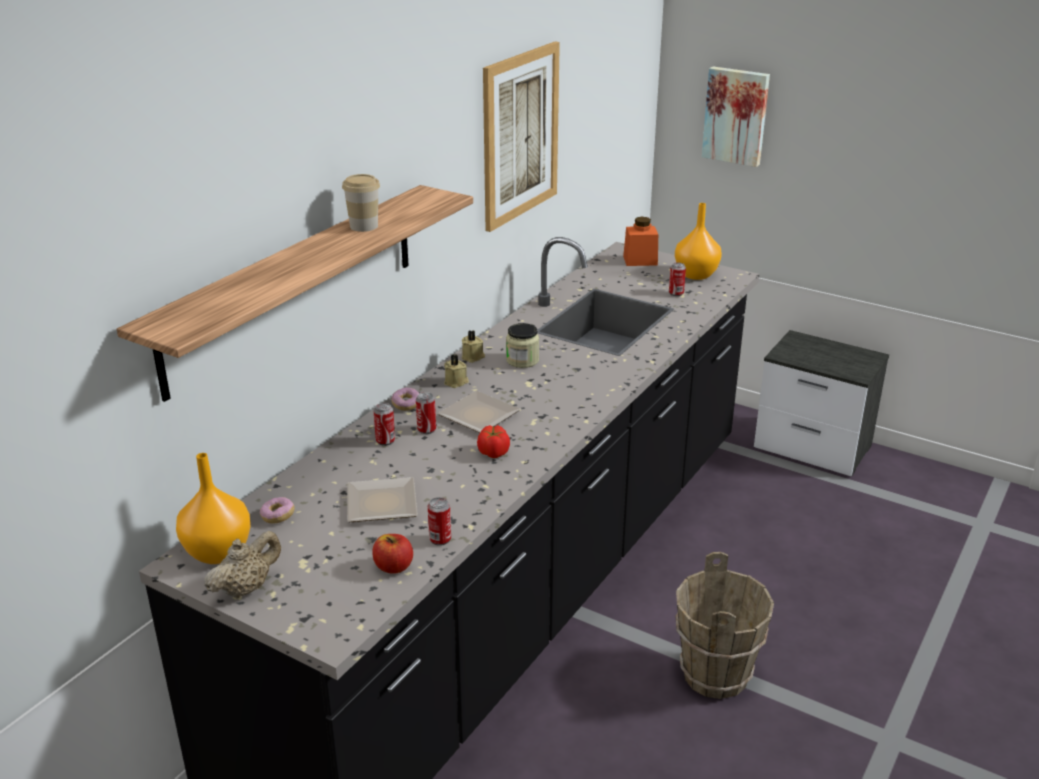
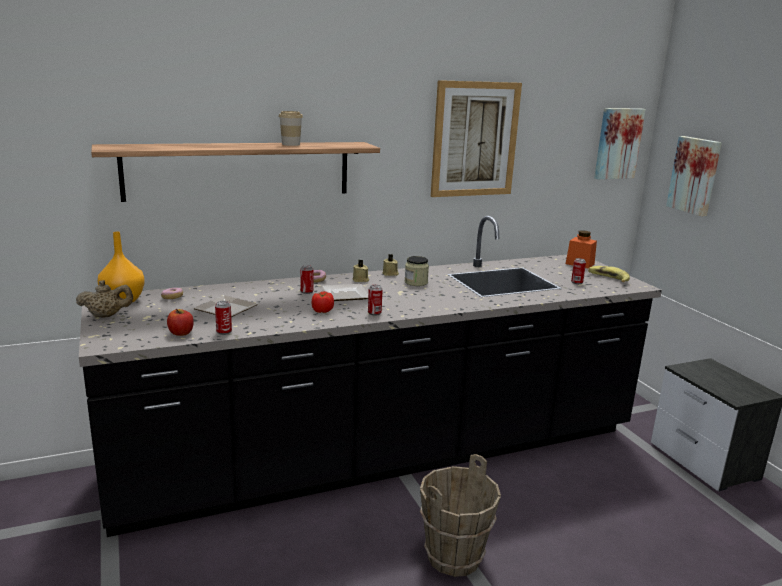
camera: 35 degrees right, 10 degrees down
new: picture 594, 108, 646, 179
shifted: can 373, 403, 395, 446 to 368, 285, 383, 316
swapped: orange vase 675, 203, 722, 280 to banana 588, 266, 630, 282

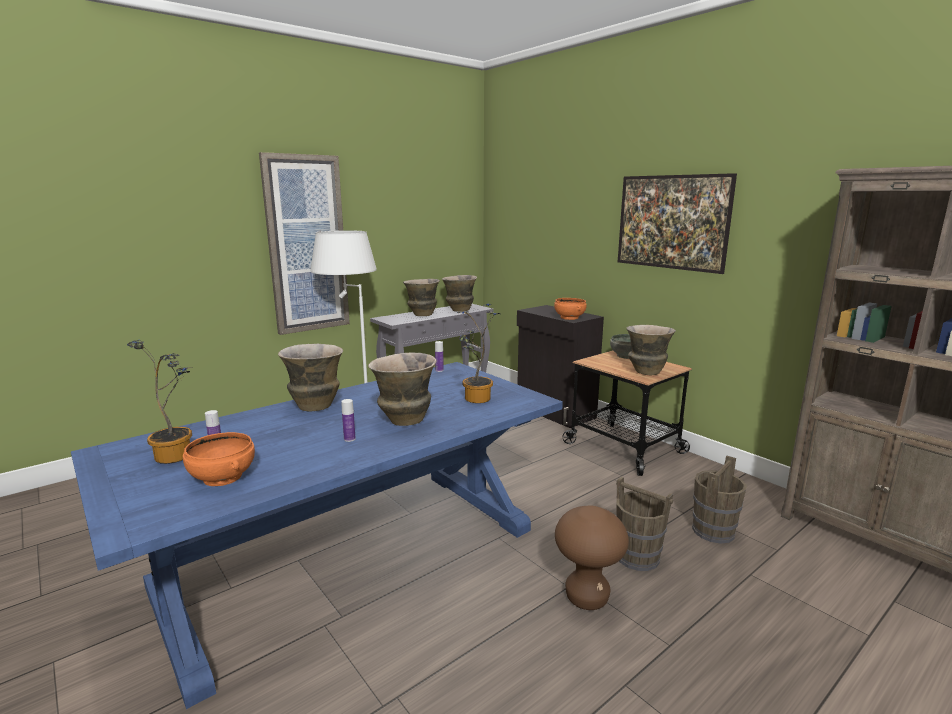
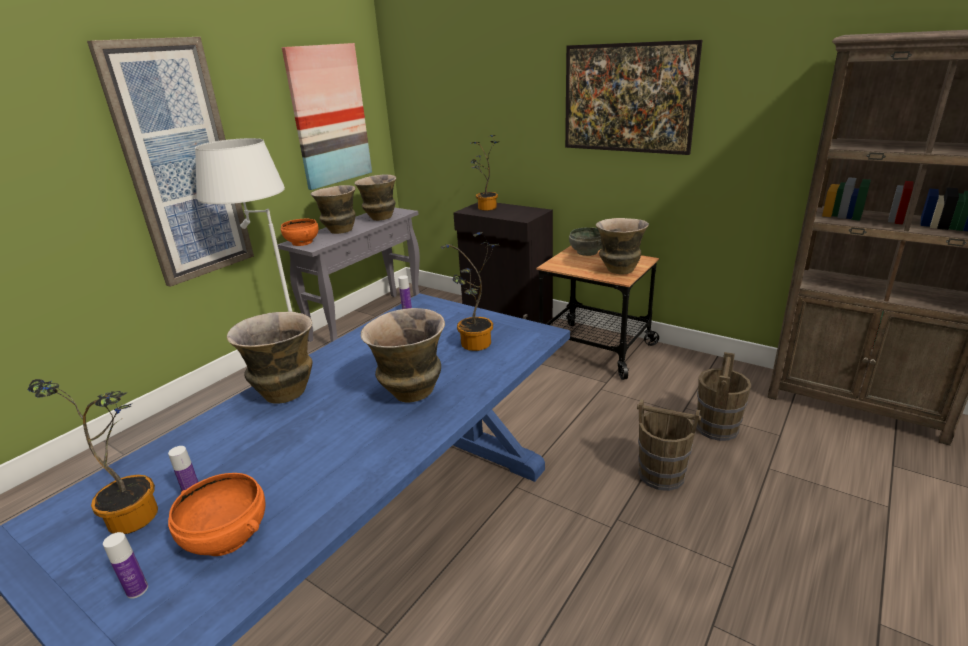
camera: 15 degrees left, 10 degrees up
gone: brown stool 555, 506, 629, 610
new: picture 282, 43, 372, 190; potted plant 470, 135, 498, 211
shifted: orange bowl 554, 298, 587, 320 to 281, 219, 319, 246; bottle 341, 399, 356, 442 to 103, 532, 148, 599

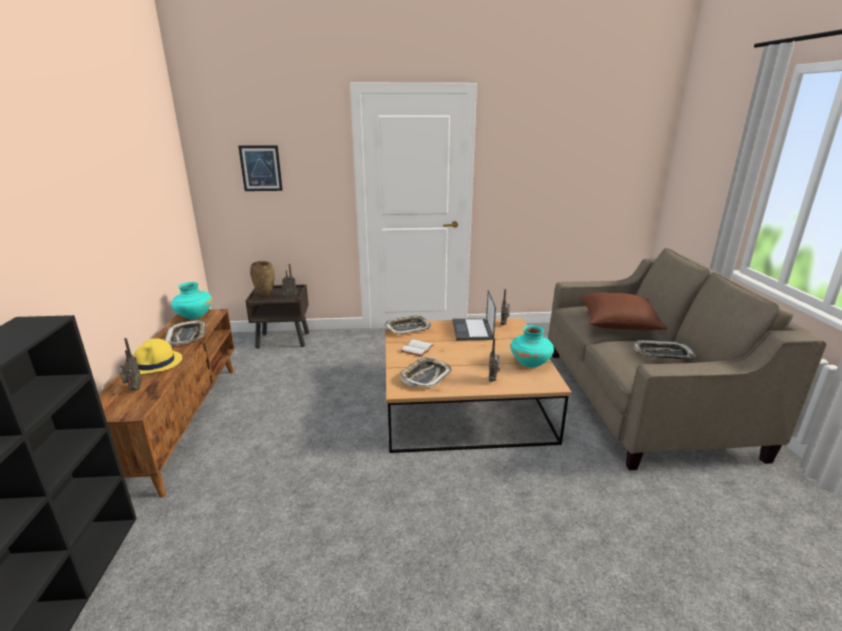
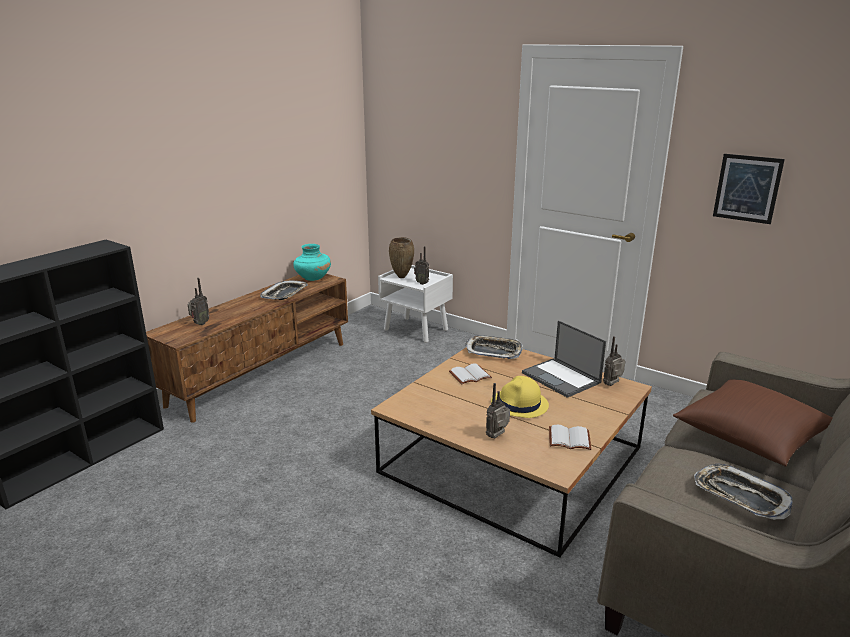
camera: 40 degrees right, 0 degrees up
gone: tray 400, 357, 452, 388
shifted: picture 238, 145, 283, 191 to 713, 154, 785, 224; yellow hat 134, 338, 182, 374 to 491, 376, 549, 418
swapped: turquoise vase 511, 325, 554, 367 to white book 549, 425, 591, 450
repainted: brown nightstand 246, 284, 309, 349 to white nightstand 378, 265, 453, 343
rotated: laptop 452, 290, 496, 340 = 522, 320, 606, 398 75 degrees counterclockwise

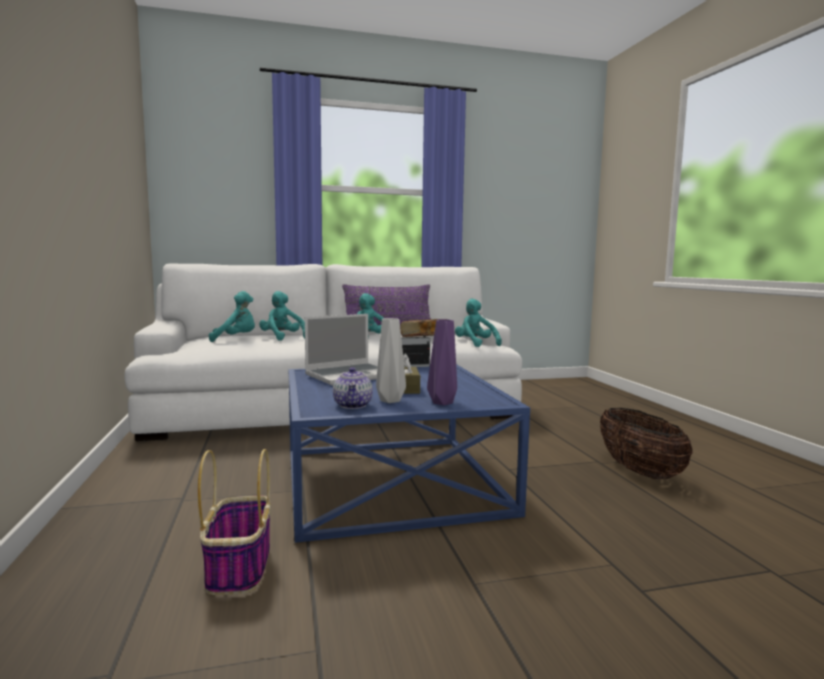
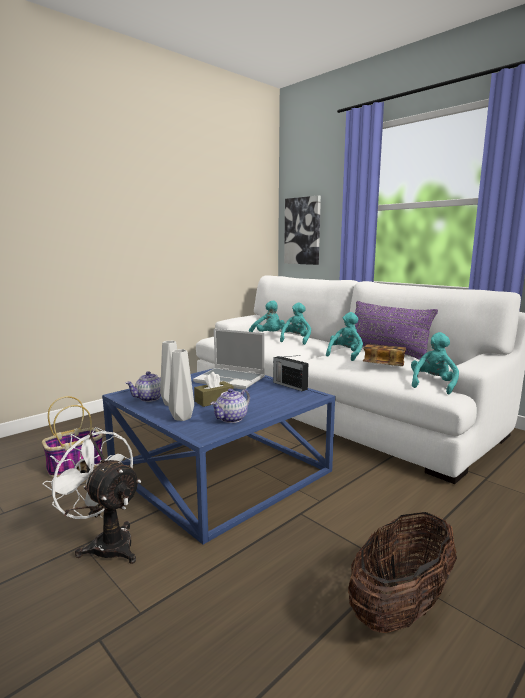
camera: 60 degrees right, 5 degrees up
new: picture 284, 195, 321, 265; teapot 211, 388, 250, 423; white fan 43, 427, 141, 564
repainted: purple vase 427, 319, 457, 405 to grey vase 169, 349, 194, 421

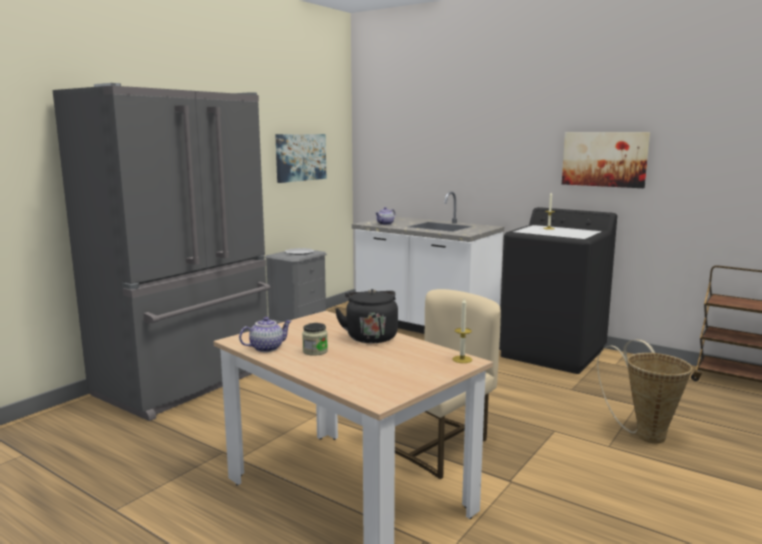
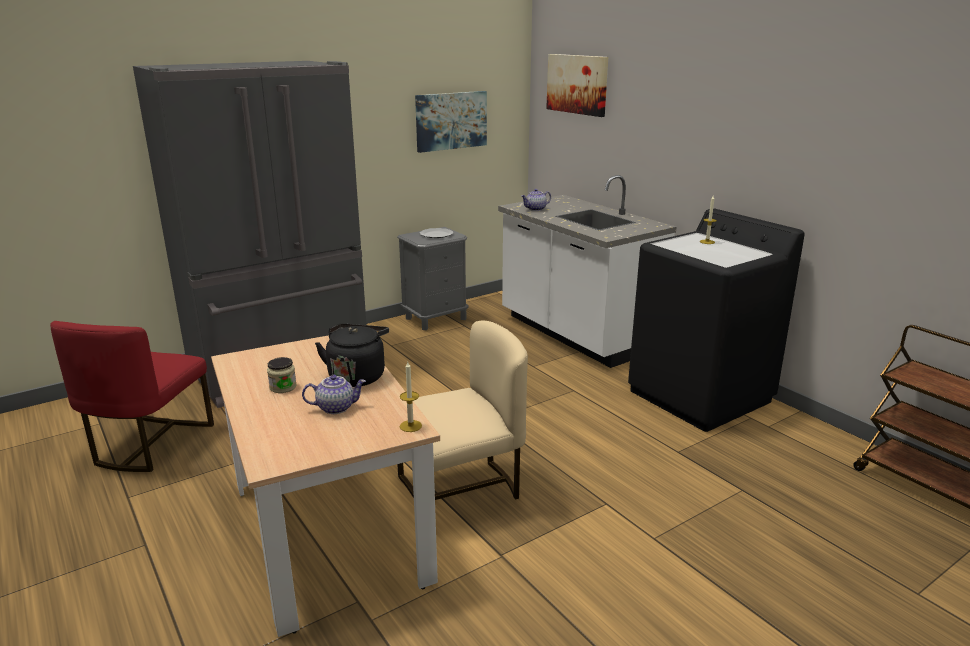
camera: 20 degrees right, 10 degrees up
gone: basket 597, 339, 692, 444
new: red chair 50, 321, 214, 472
shifted: picture 562, 132, 650, 188 to 546, 54, 608, 117; teapot 239, 317, 292, 352 to 302, 375, 366, 414

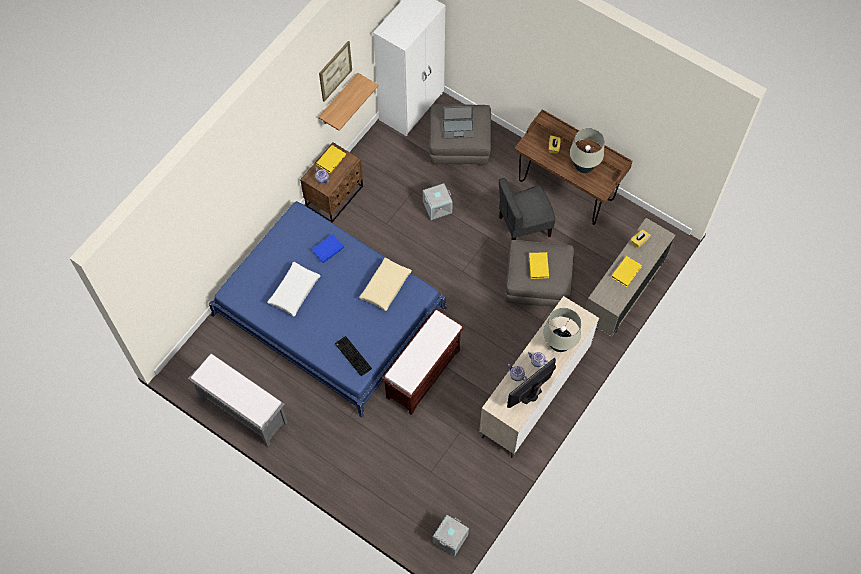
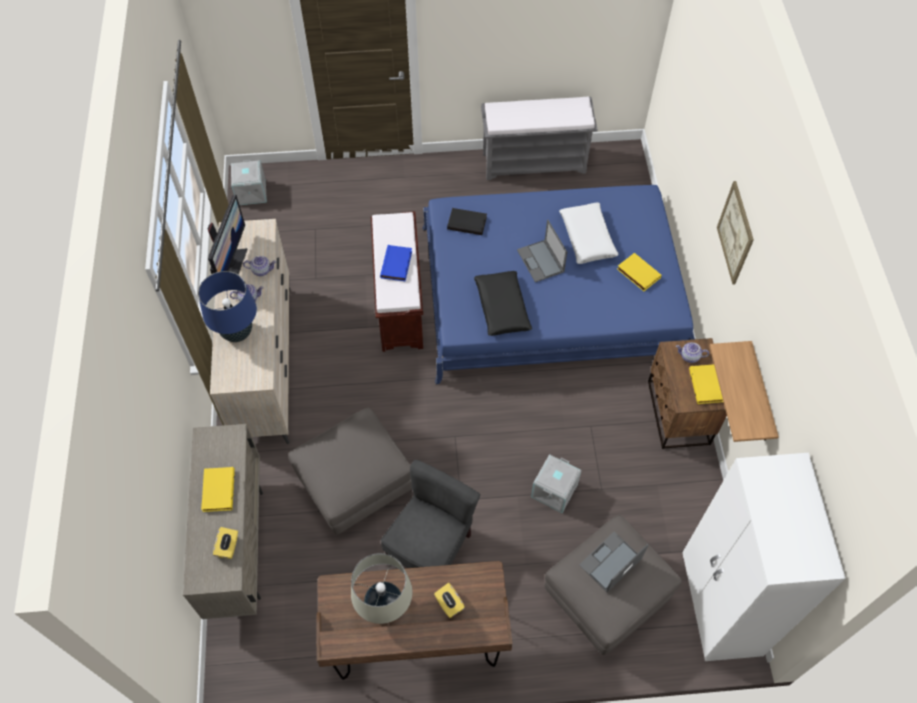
camera: 140 degrees right, 5 degrees down
new: laptop 517, 220, 567, 282
shifted: picture 319, 41, 352, 102 to 717, 181, 754, 285; blue book 312, 234, 344, 263 to 380, 245, 412, 281; yellow book 529, 252, 549, 279 to 617, 253, 662, 291
swapped: keyboard 335, 336, 372, 376 to black book 447, 208, 487, 235
repainted: beige pillow 359, 258, 412, 311 to black pillow 474, 271, 532, 336; beige table lamp 544, 308, 581, 352 to blue table lamp 198, 271, 257, 342

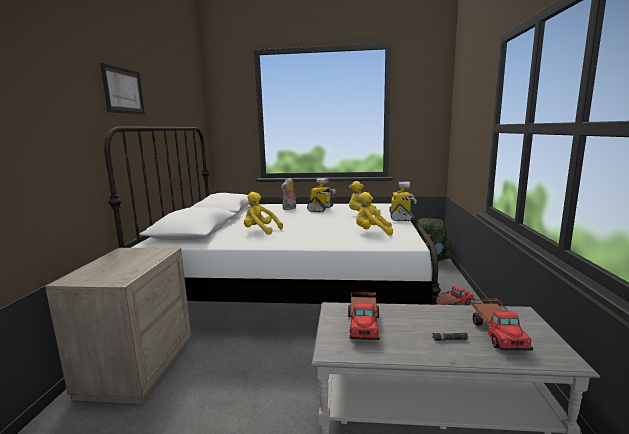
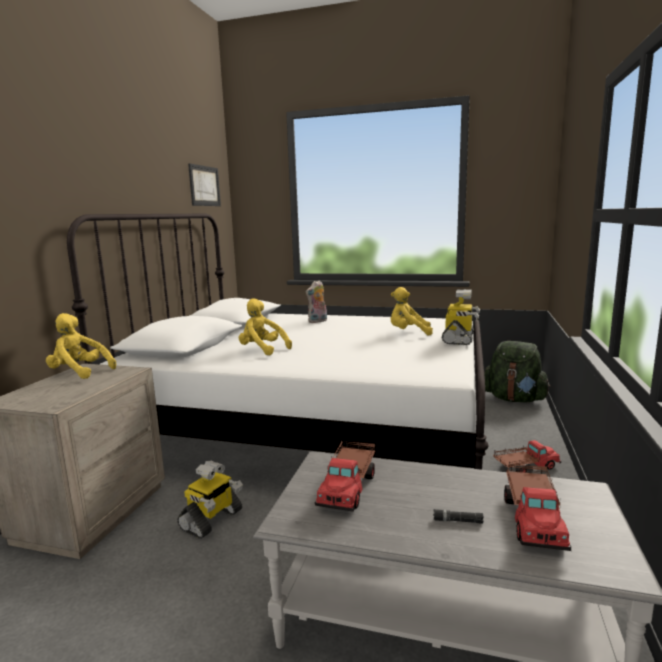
camera: 10 degrees right, 0 degrees up
shifted: picture 100, 63, 145, 115 to 188, 163, 221, 206; toy robot 307, 178, 336, 212 to 177, 460, 243, 539; yellow plush toy 356, 192, 393, 235 to 46, 313, 116, 379

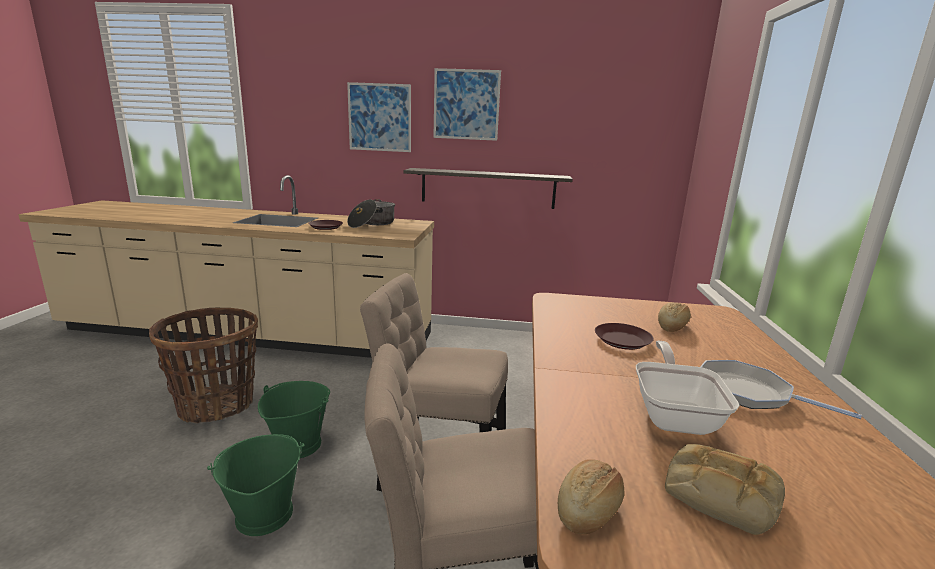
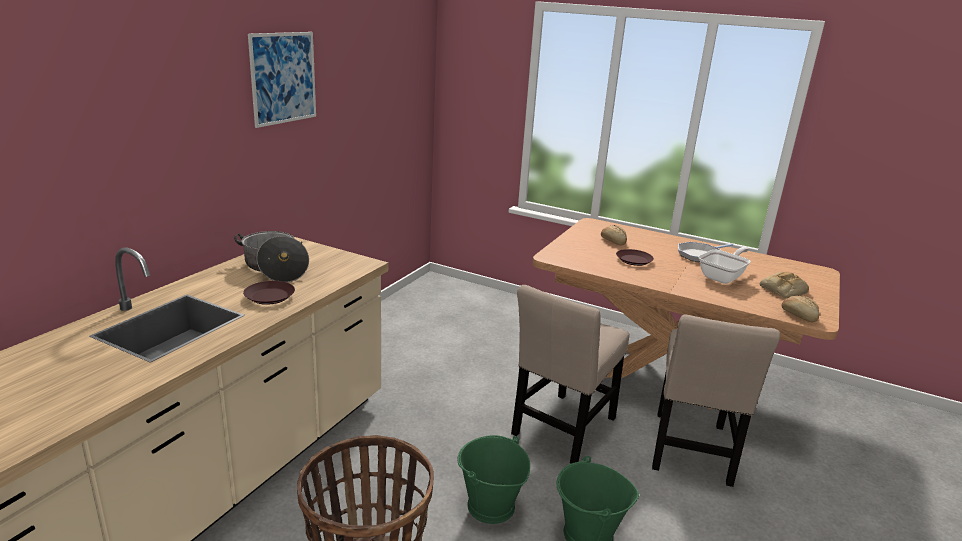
camera: 70 degrees left, 5 degrees up
gone: picture 347, 82, 411, 152; shelf 404, 168, 573, 209
rotated: frying pan 636, 341, 740, 435 = 699, 247, 751, 284 105 degrees clockwise

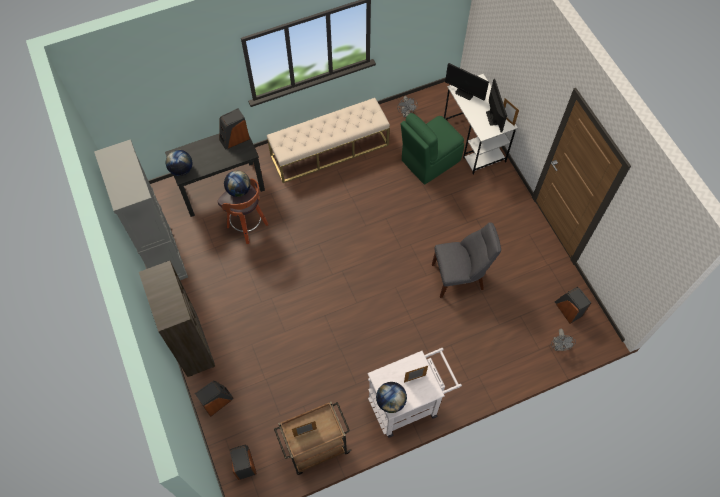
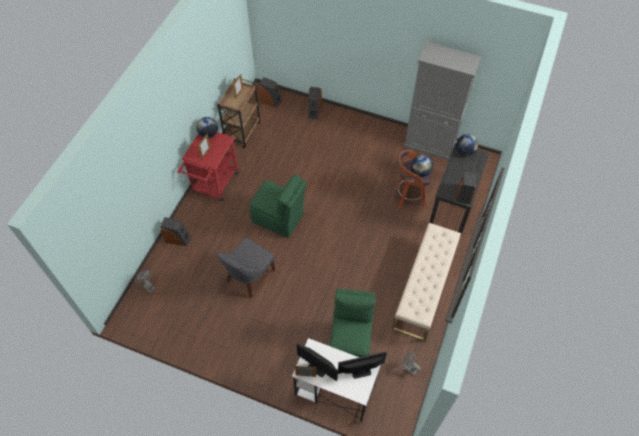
camera: 135 degrees right, 5 degrees down
gone: brown bookcase 139, 261, 215, 377
new: green chair 249, 174, 307, 238
shifted: speaker 555, 287, 591, 324 to 160, 217, 191, 246
repainted: white cart 367, 348, 462, 438 to red cart 177, 132, 239, 201

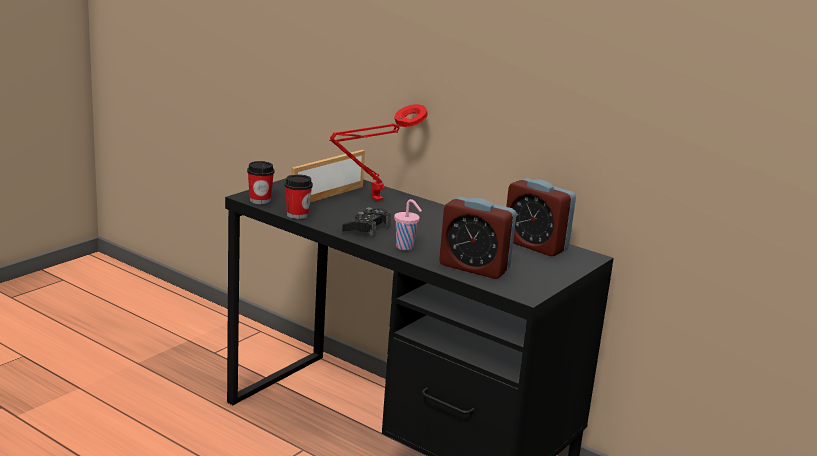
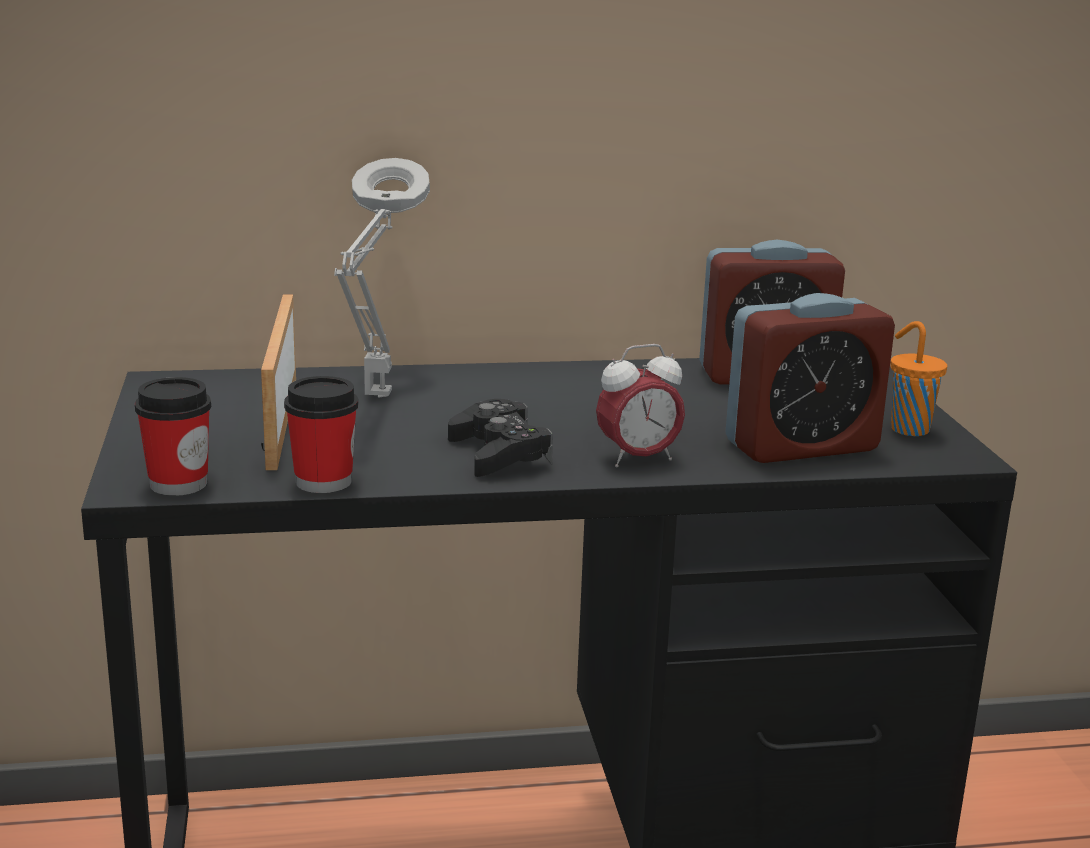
camera: 45 degrees left, 0 degrees up
new: orange cup 890, 321, 947, 436
swapped: pink cup 394, 199, 422, 250 to alarm clock 596, 344, 685, 467
repainted: red table lamp 329, 104, 428, 201 to grey table lamp 334, 158, 430, 398

